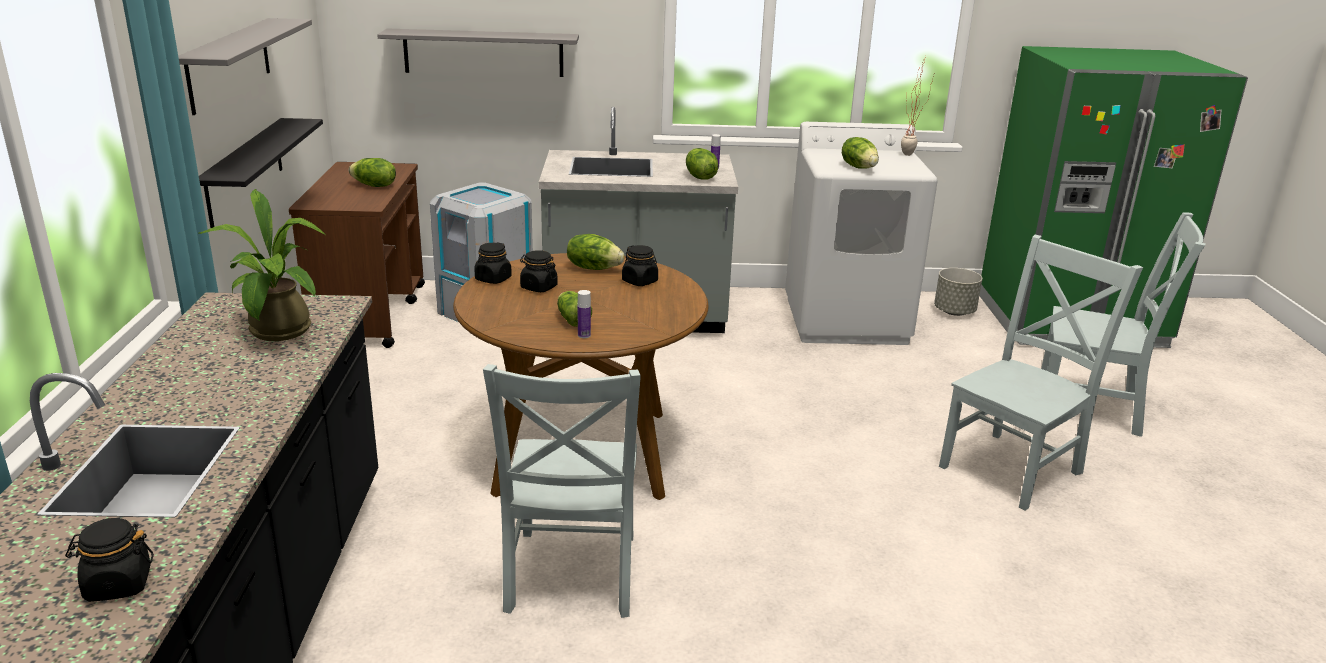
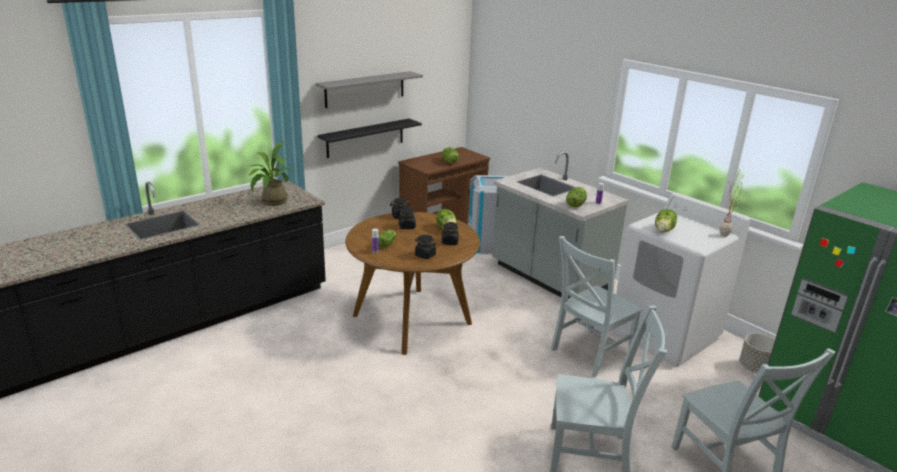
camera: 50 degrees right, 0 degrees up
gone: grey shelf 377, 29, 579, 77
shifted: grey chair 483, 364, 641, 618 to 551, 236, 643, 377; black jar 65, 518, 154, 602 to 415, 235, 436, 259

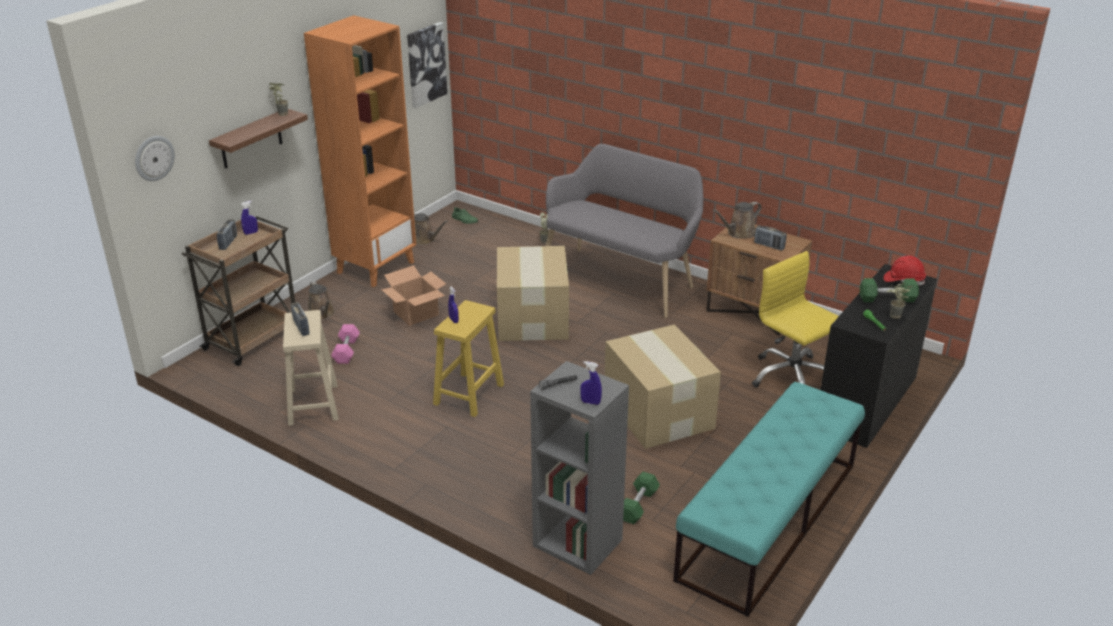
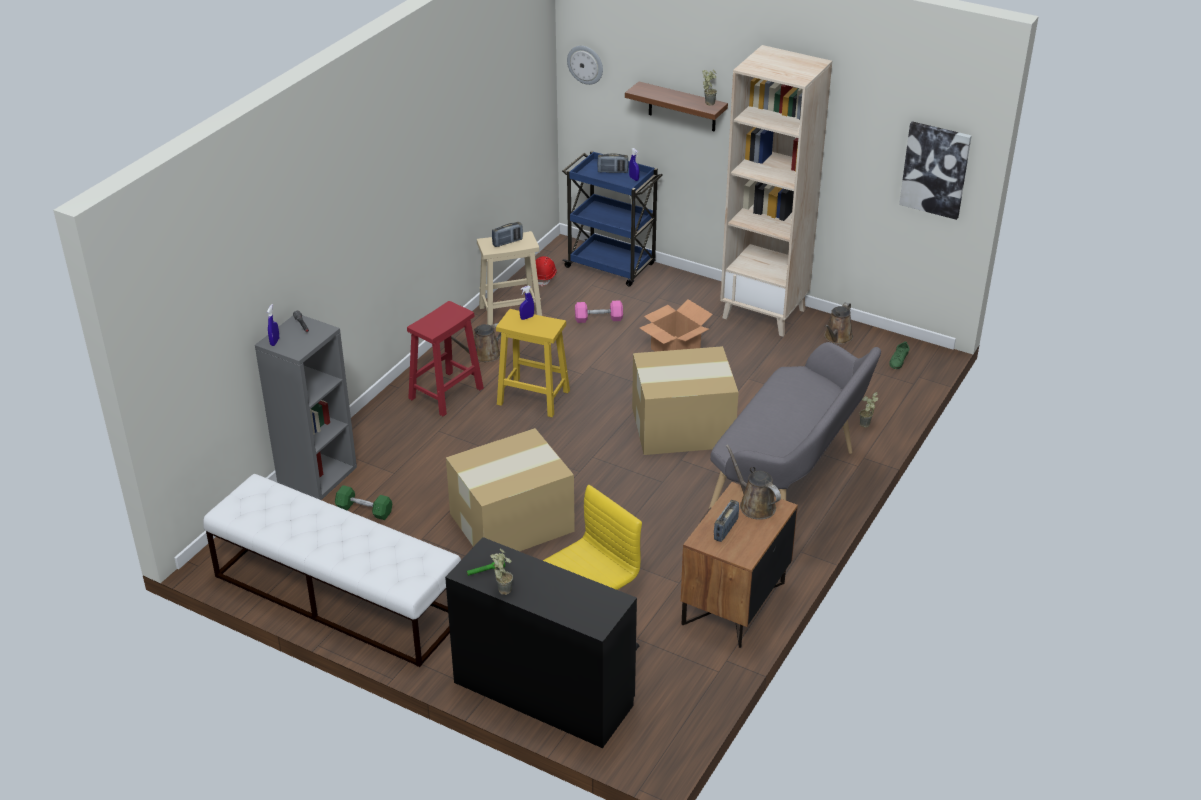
camera: 85 degrees right, 5 degrees up
gone: green dumbbell 860, 278, 919, 302
new: red stool 407, 301, 484, 416
shifted: red hard hat 884, 255, 926, 285 to 531, 256, 557, 287; brown watering can 308, 281, 335, 320 to 451, 323, 501, 362
repainted: orange bookcase 304, 15, 416, 287 to beige bookcase 720, 45, 832, 337; brown cart 182, 216, 295, 366 to blue cart 562, 151, 663, 286; turquoise bench 673, 382, 865, 617 to white bench 203, 474, 461, 667

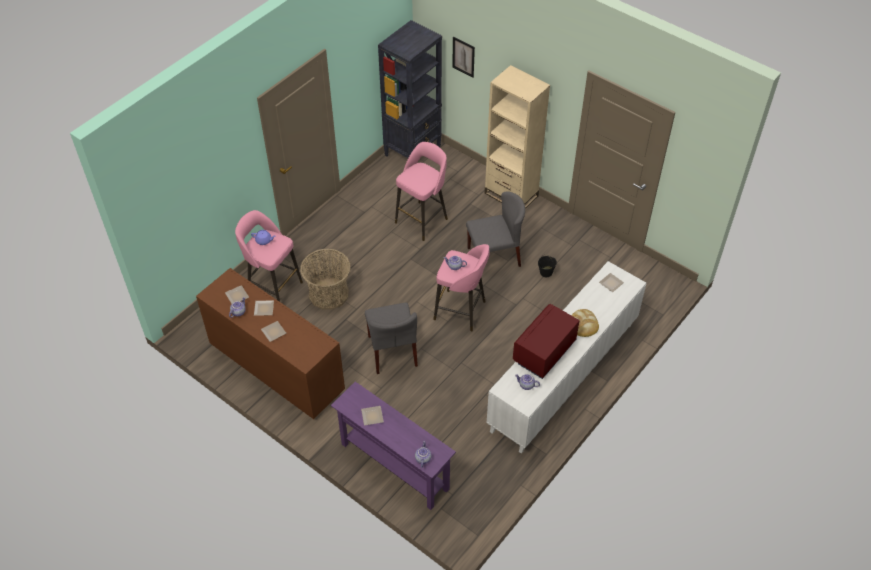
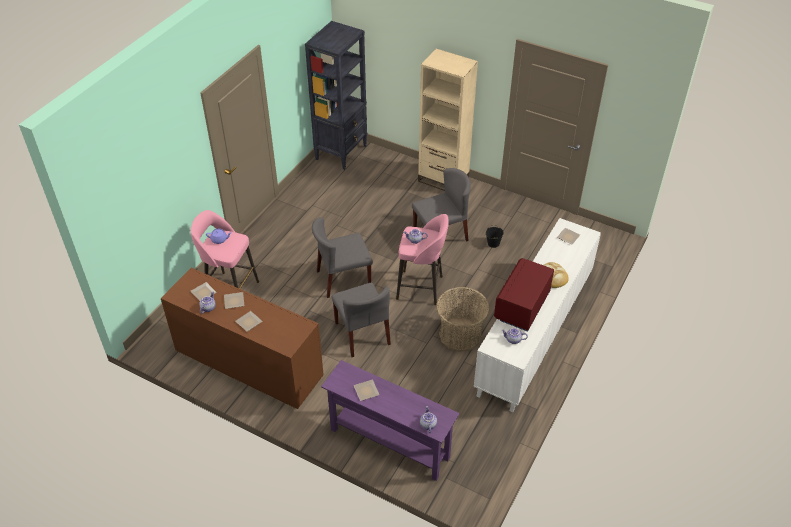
camera: 10 degrees left, 5 degrees down
gone: picture 452, 37, 475, 78; pink stool 395, 142, 448, 241
new: grey chair 312, 217, 373, 298
shifted: basket 300, 249, 351, 310 to 436, 287, 489, 352

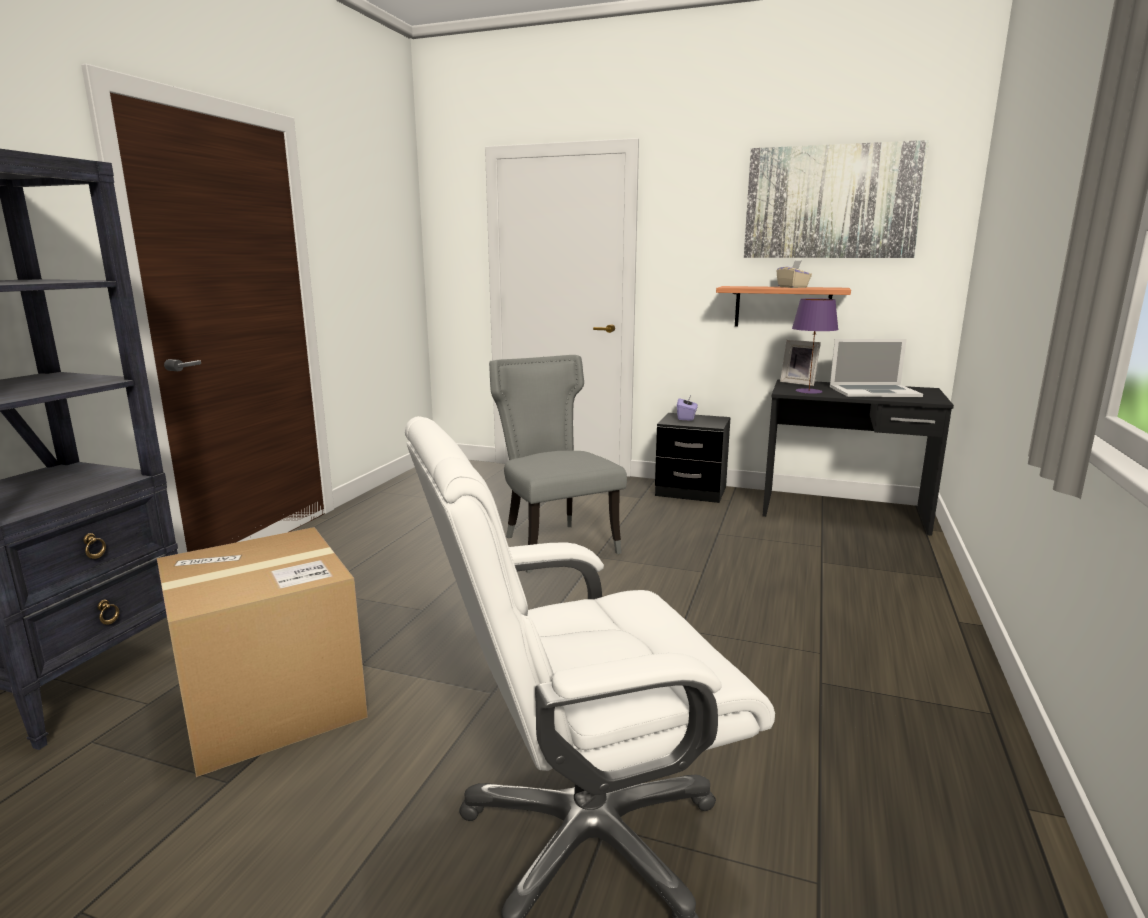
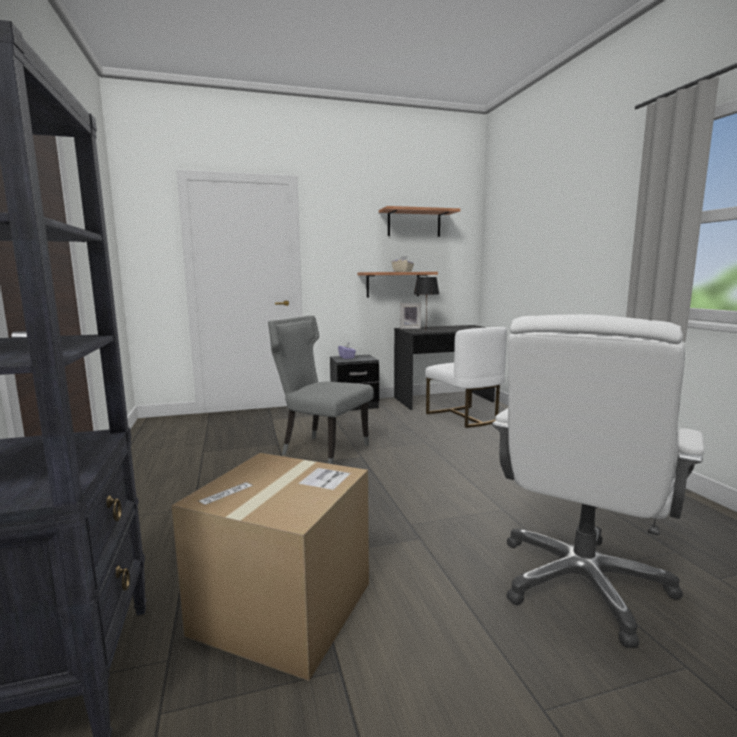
camera: 35 degrees left, 5 degrees down
gone: laptop 830, 339, 923, 397
new: white chair 425, 327, 507, 428
swapped: picture 744, 140, 930, 258 to shelf 379, 206, 460, 237
repainted: purple table lamp 792, 298, 839, 394 to black table lamp 414, 277, 439, 332

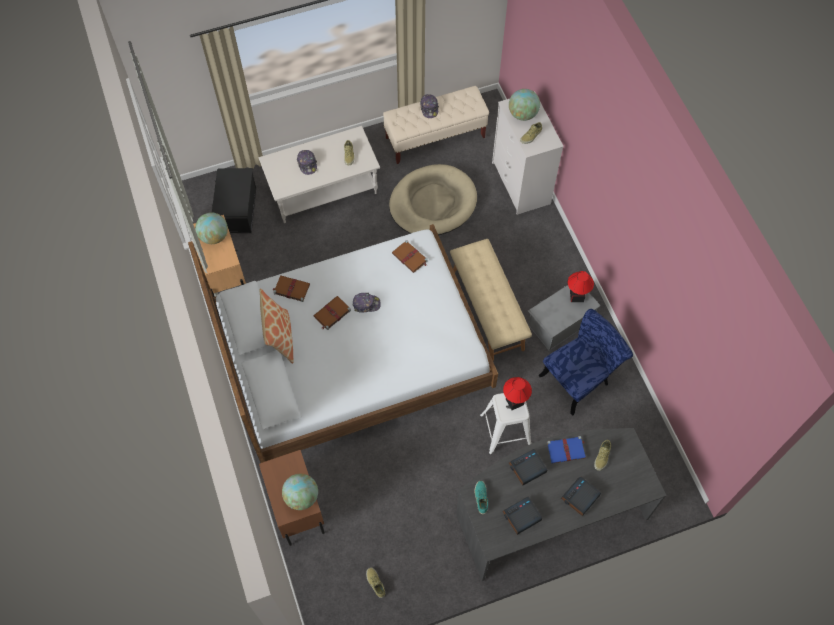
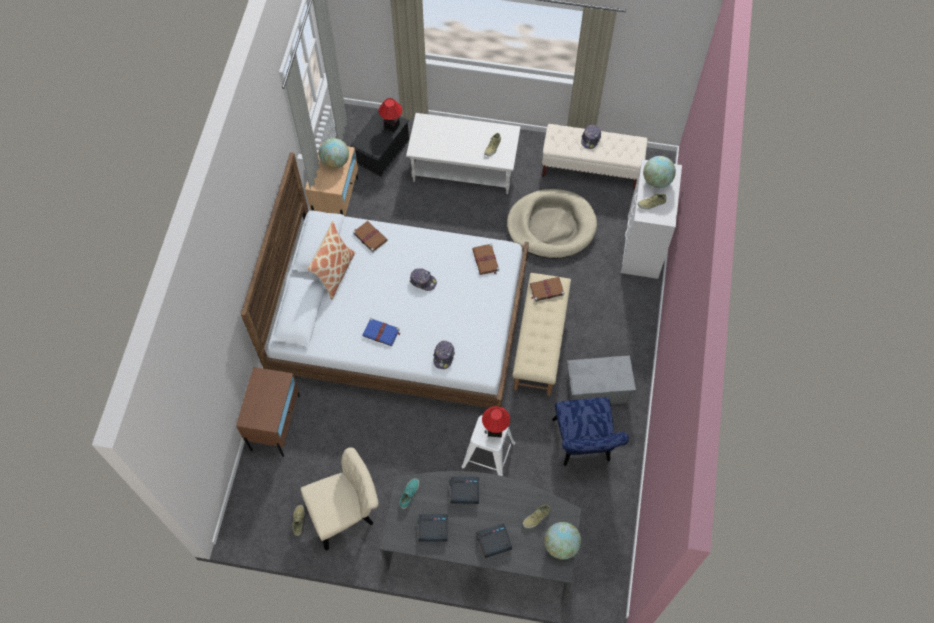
camera: 30 degrees right, 0 degrees up
new: beige chair 300, 447, 379, 551
shifted: cap 297, 150, 317, 175 to 433, 341, 455, 369; table lamp 568, 271, 594, 302 to 379, 98, 402, 132; brown book 313, 296, 351, 330 to 530, 277, 564, 302; blue book 547, 436, 586, 463 to 362, 318, 401, 346; globe 282, 474, 318, 510 to 544, 522, 581, 559
rotated: blue chair 539, 309, 633, 415 = 552, 397, 629, 466 90 degrees clockwise

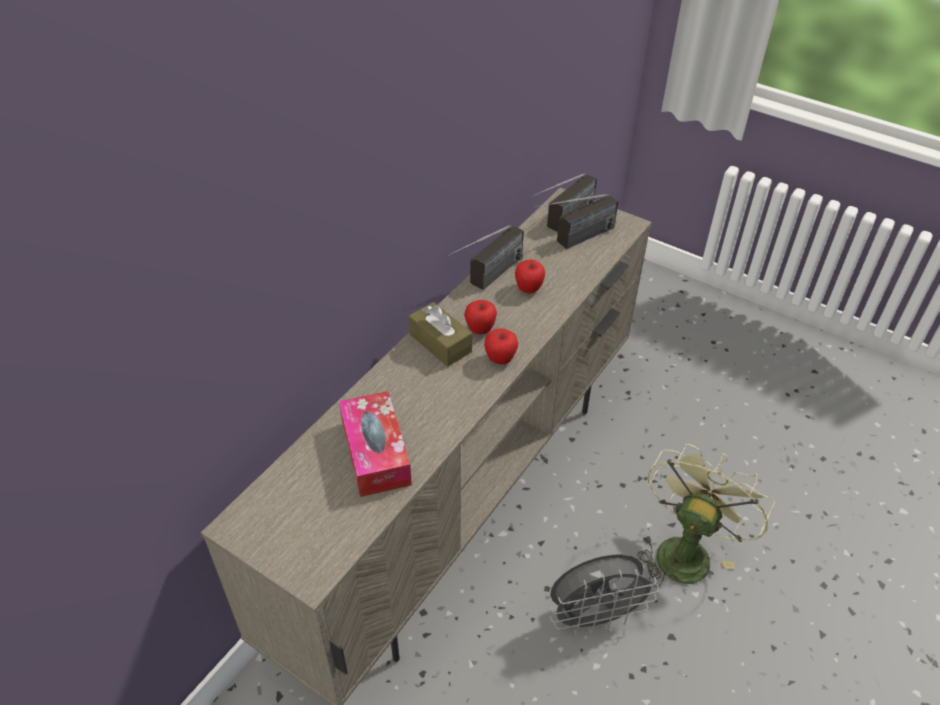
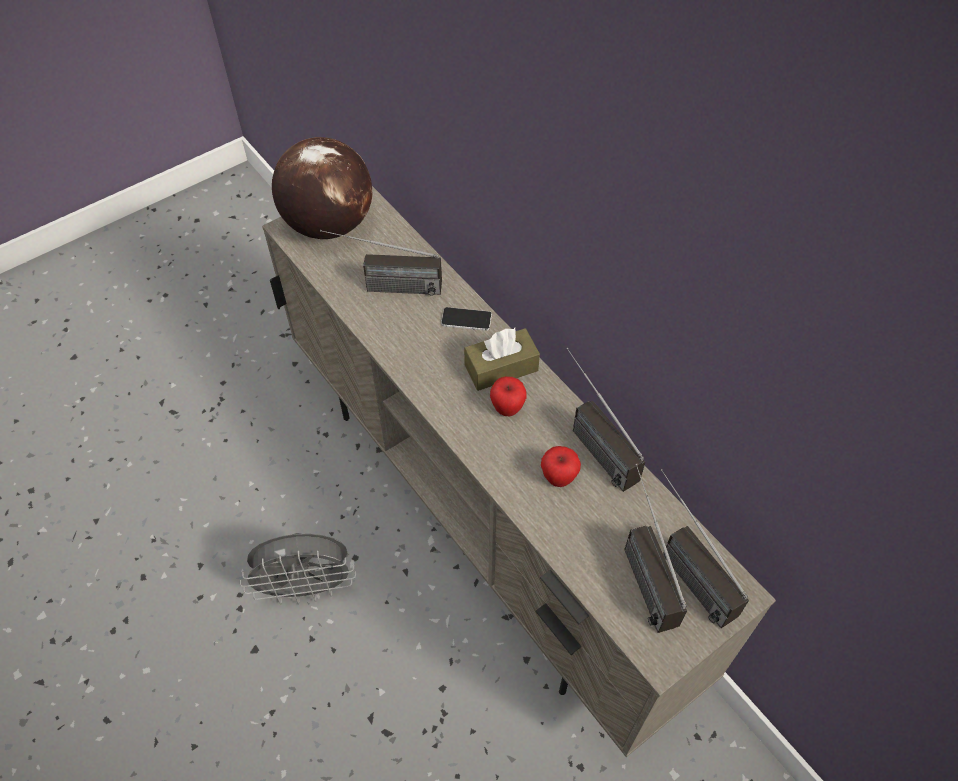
camera: 110 degrees right, 10 degrees up
gone: apple 484, 328, 518, 364; green fan 638, 444, 775, 587
new: globe 272, 137, 373, 239; phone 441, 307, 492, 331
swapped: tissue box 339, 391, 412, 497 to radio 320, 230, 442, 296
rotated: grey fan 550, 554, 659, 635 = 240, 533, 356, 605 105 degrees counterclockwise

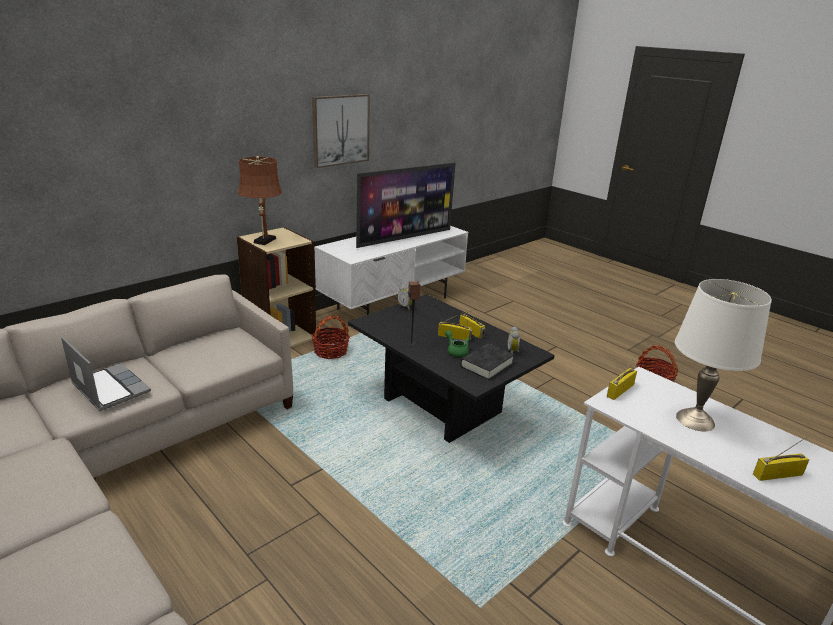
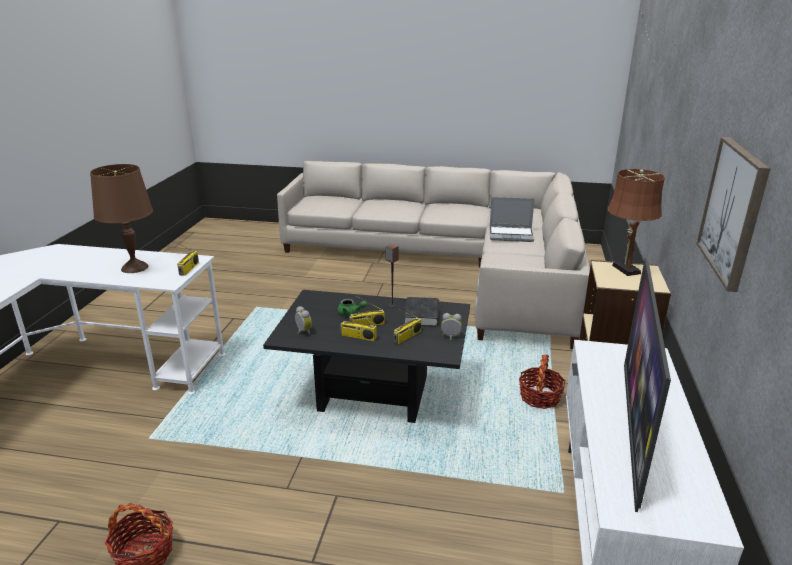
camera: 145 degrees right, 0 degrees up
shifted: black book 460, 343, 514, 380 to 405, 297, 439, 327; radio 753, 434, 812, 481 to 394, 309, 422, 344
repainted: white table lamp 675, 279, 772, 431 to brown table lamp 90, 164, 153, 273

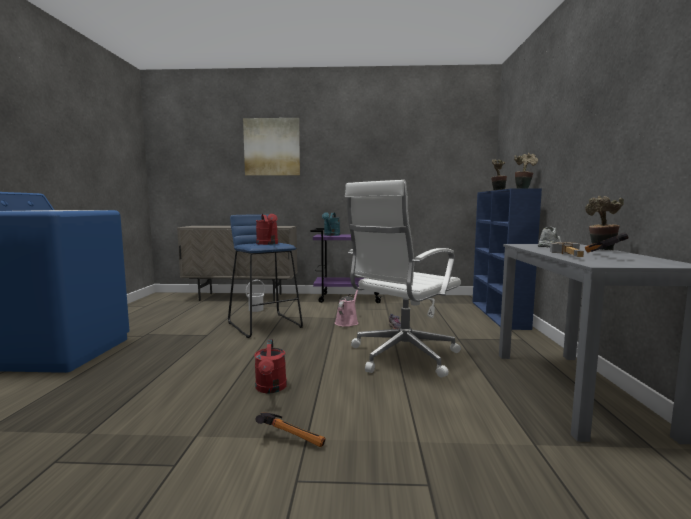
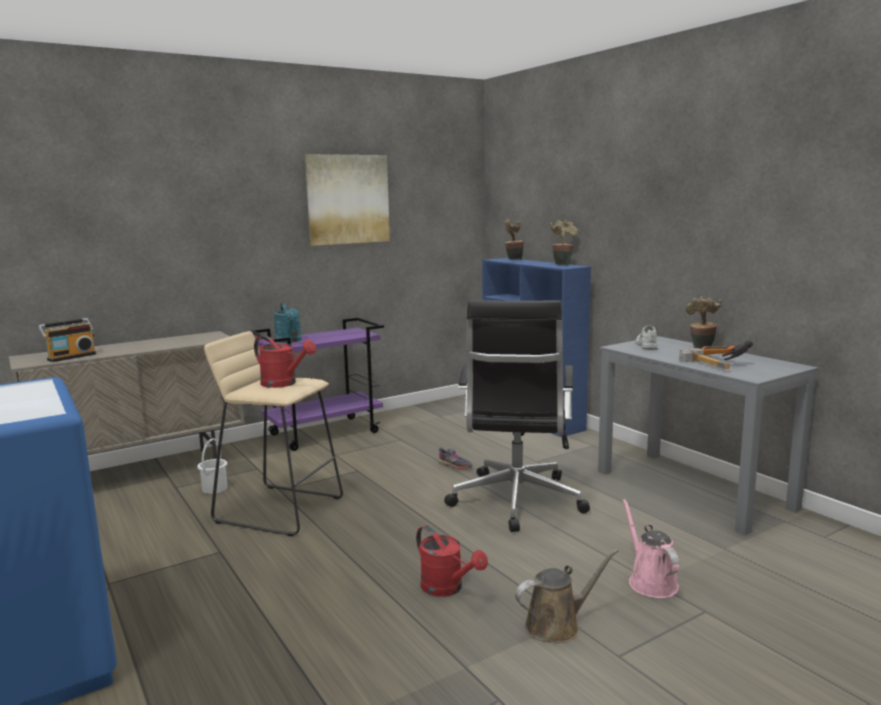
camera: 35 degrees left, 5 degrees up
new: radio 39, 318, 96, 362
shifted: picture 243, 118, 300, 176 to 305, 154, 390, 246; pink watering can 335, 287, 360, 327 to 623, 499, 680, 598
swapped: hammer 255, 412, 326, 447 to brown watering can 515, 549, 618, 643
repainted: white office chair 345, 180, 461, 378 to black office chair 444, 300, 590, 532; blue stool 228, 214, 303, 338 to beige stool 204, 331, 343, 536

